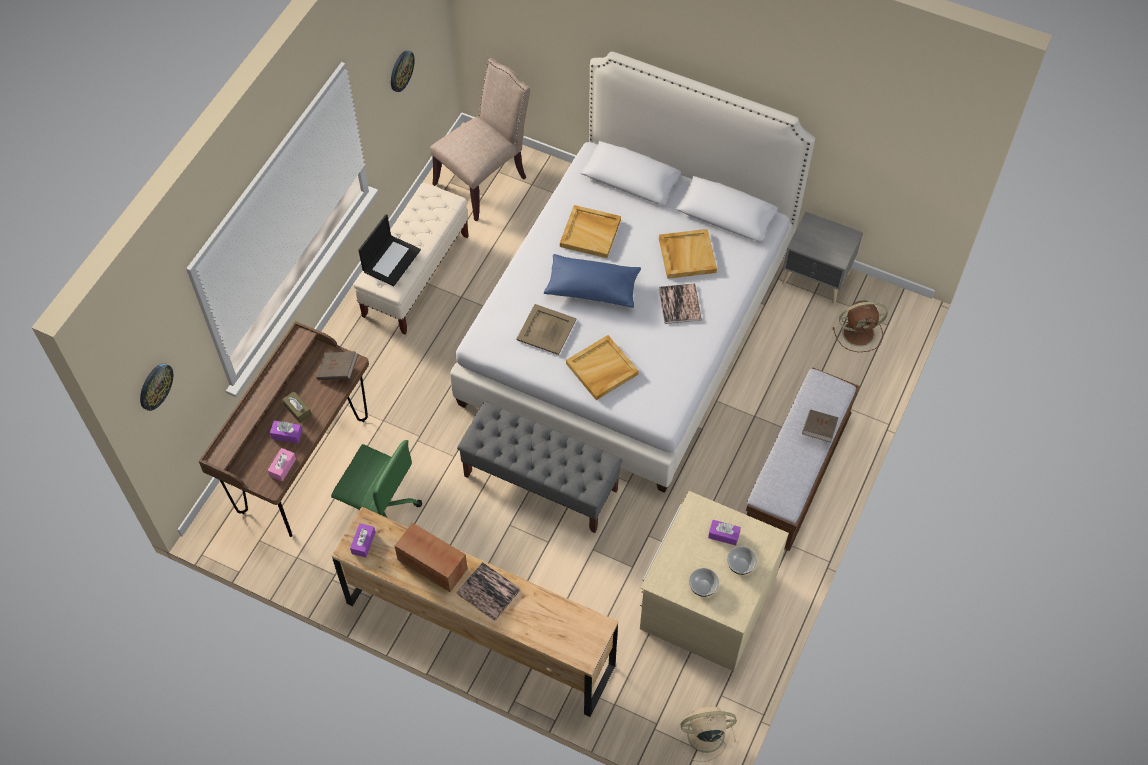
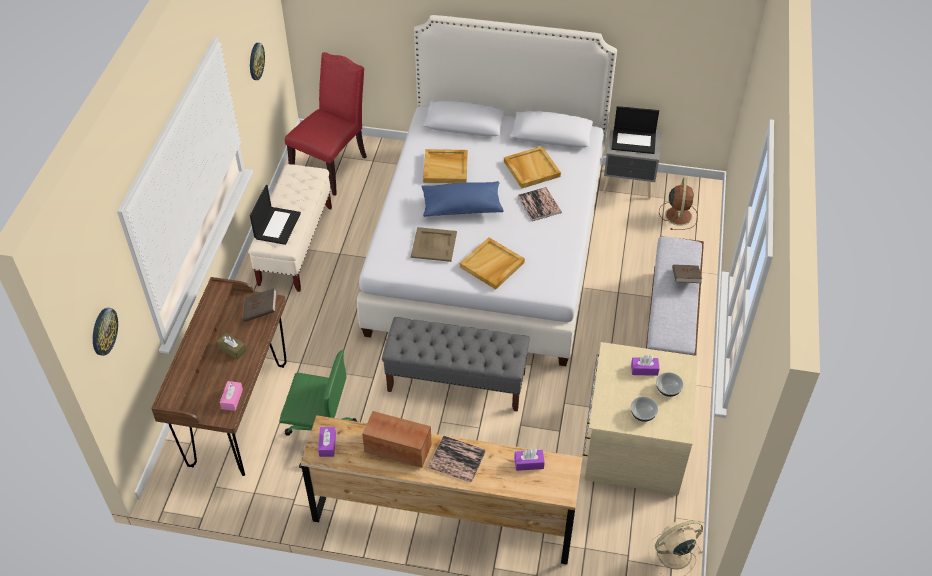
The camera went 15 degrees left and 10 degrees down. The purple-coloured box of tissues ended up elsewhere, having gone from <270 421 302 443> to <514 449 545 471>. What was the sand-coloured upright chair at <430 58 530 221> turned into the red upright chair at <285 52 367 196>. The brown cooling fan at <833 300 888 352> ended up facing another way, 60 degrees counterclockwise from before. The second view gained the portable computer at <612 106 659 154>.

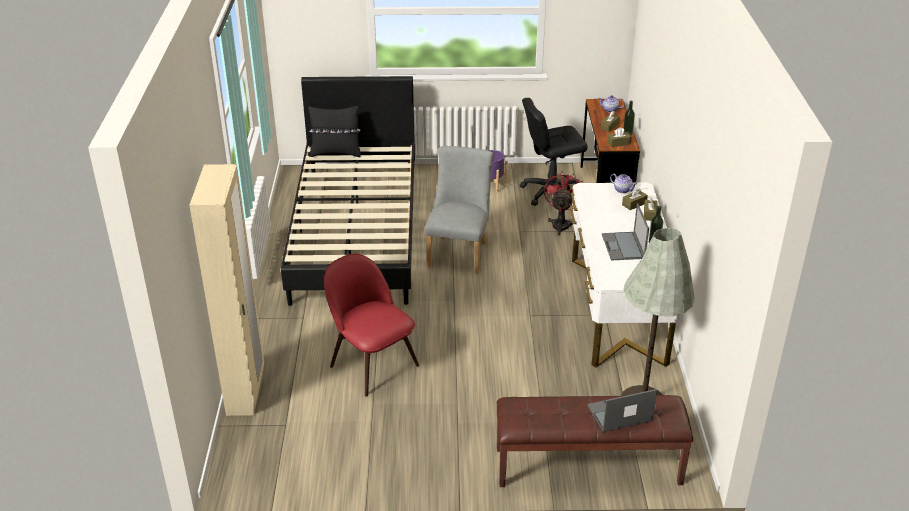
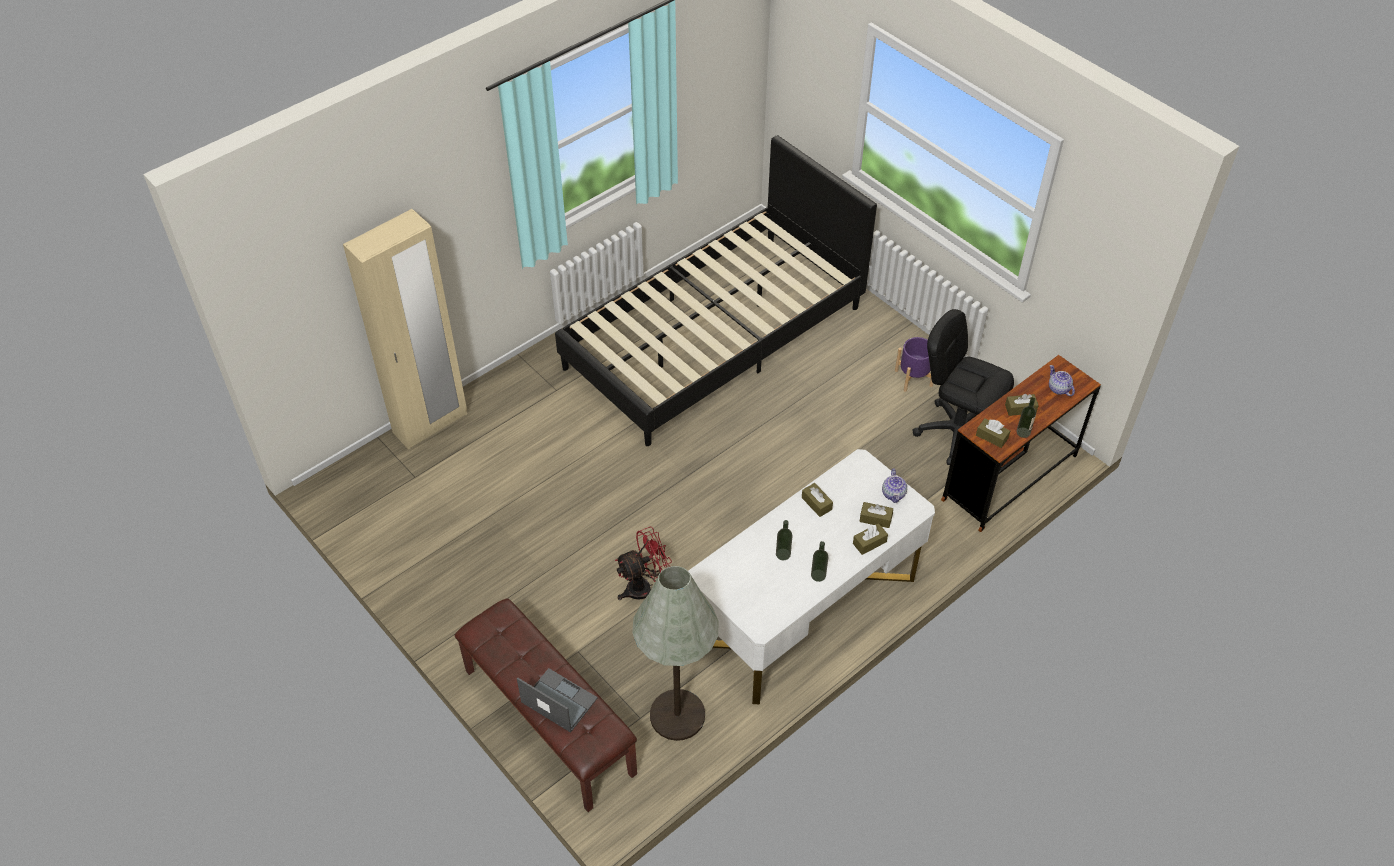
The camera went 50 degrees right and 15 degrees up. The second view lost the black-coloured cushion at <308 106 361 157>. The second view lost the red upright chair at <324 253 419 397>. The second view lost the gray upright chair at <425 146 493 273>. The red cooling fan ended up elsewhere, having gone from <544 171 583 236> to <615 526 672 600>. Where the portable computer stood at <602 203 649 261>, the bottle came to stand at <776 520 793 560>. The second view gained the brown box of tissues at <802 483 833 517>.

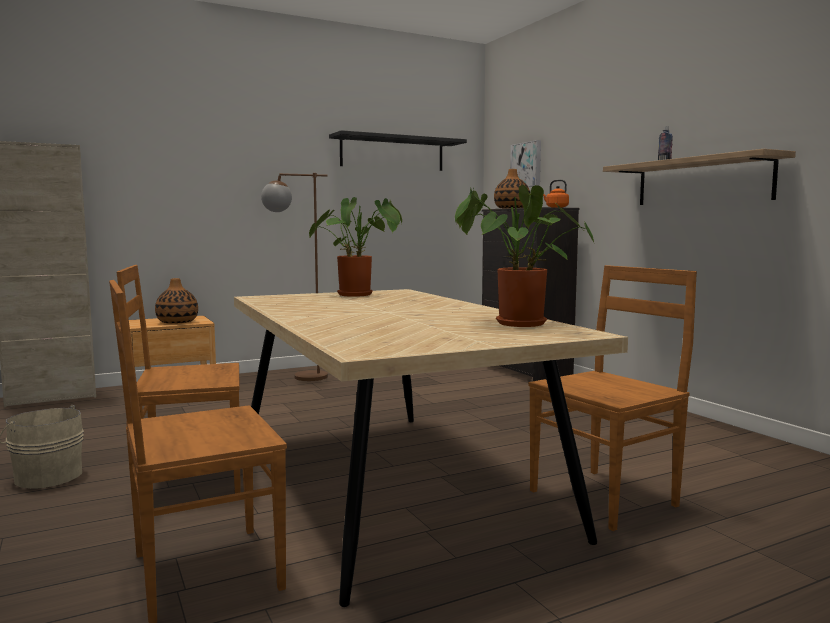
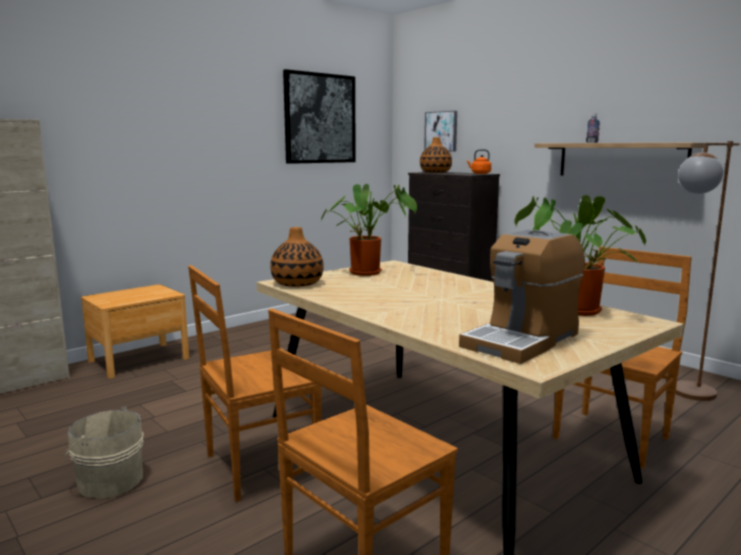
The camera went 15 degrees left and 5 degrees up. The vase ended up elsewhere, having gone from <155 278 198 324> to <270 227 324 287>. The brown floor lamp ended up elsewhere, having gone from <261 173 328 381> to <675 141 739 401>. Where the black-coloured bracket shelf hung at <329 130 467 171>, the wall art came to hang at <283 69 356 164>. The second view gained the coffee machine at <459 230 585 364>.

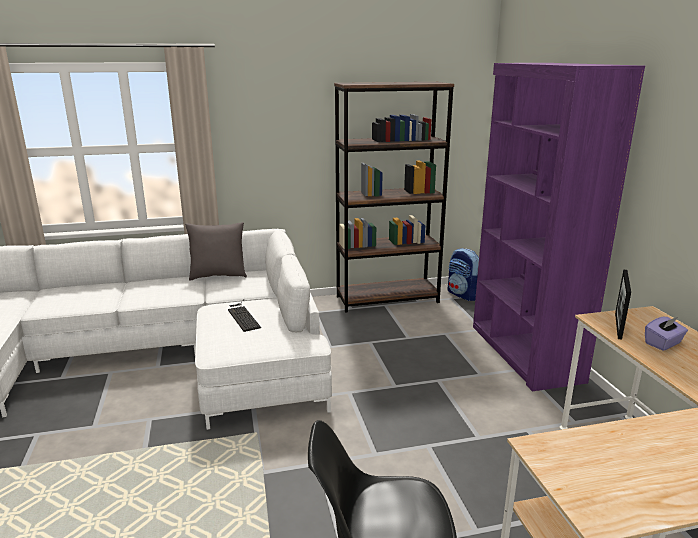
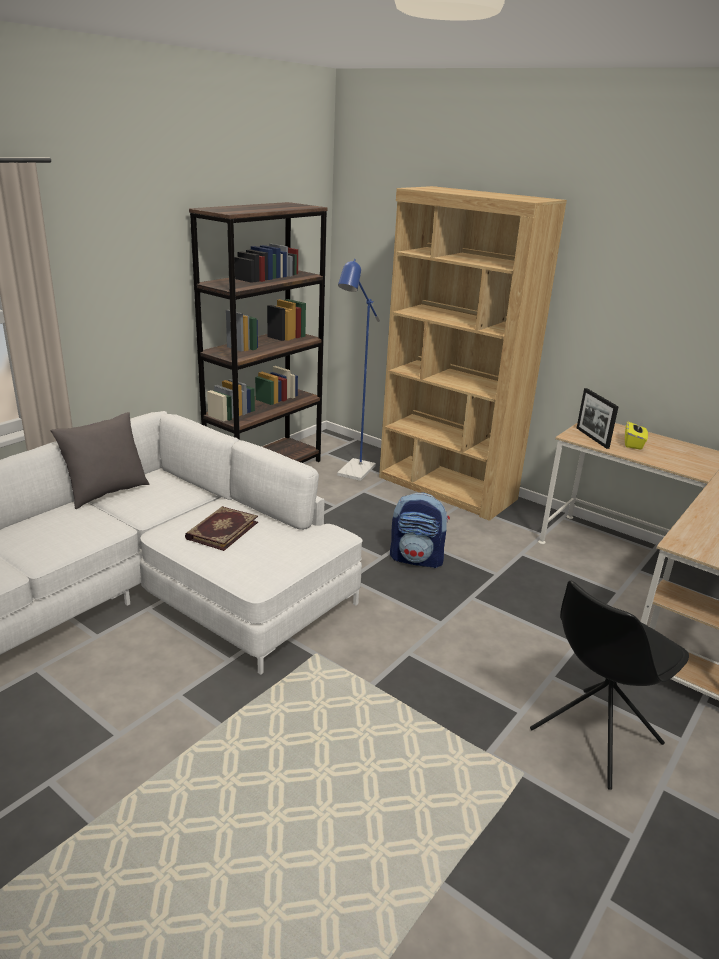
The camera went 40 degrees left and 5 degrees up. Where the computer keyboard stood at <228 299 261 332>, the volume came to stand at <185 506 258 551>. The knapsack ended up elsewhere, having gone from <447 248 479 301> to <390 492 450 568>. What was the purple-coloured bookcase at <473 63 645 392> turned into the brown bookcase at <379 186 567 521>. What was the purple-coloured box of tissues at <645 317 688 351> turned into the yellow box of tissues at <625 420 648 450>. The second view gained the bluish floor lamp at <337 259 380 481>.

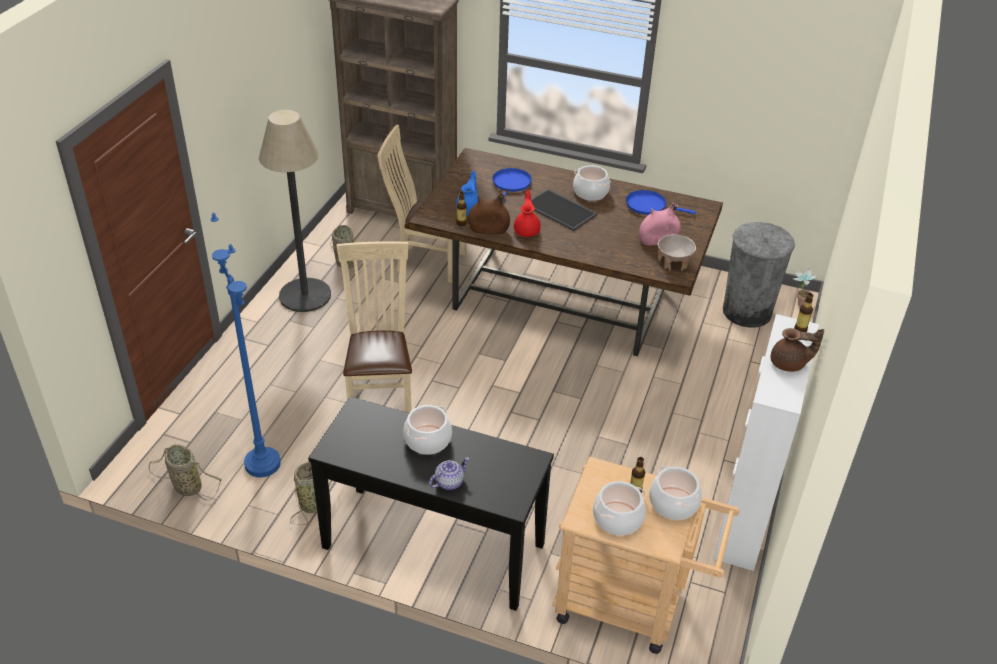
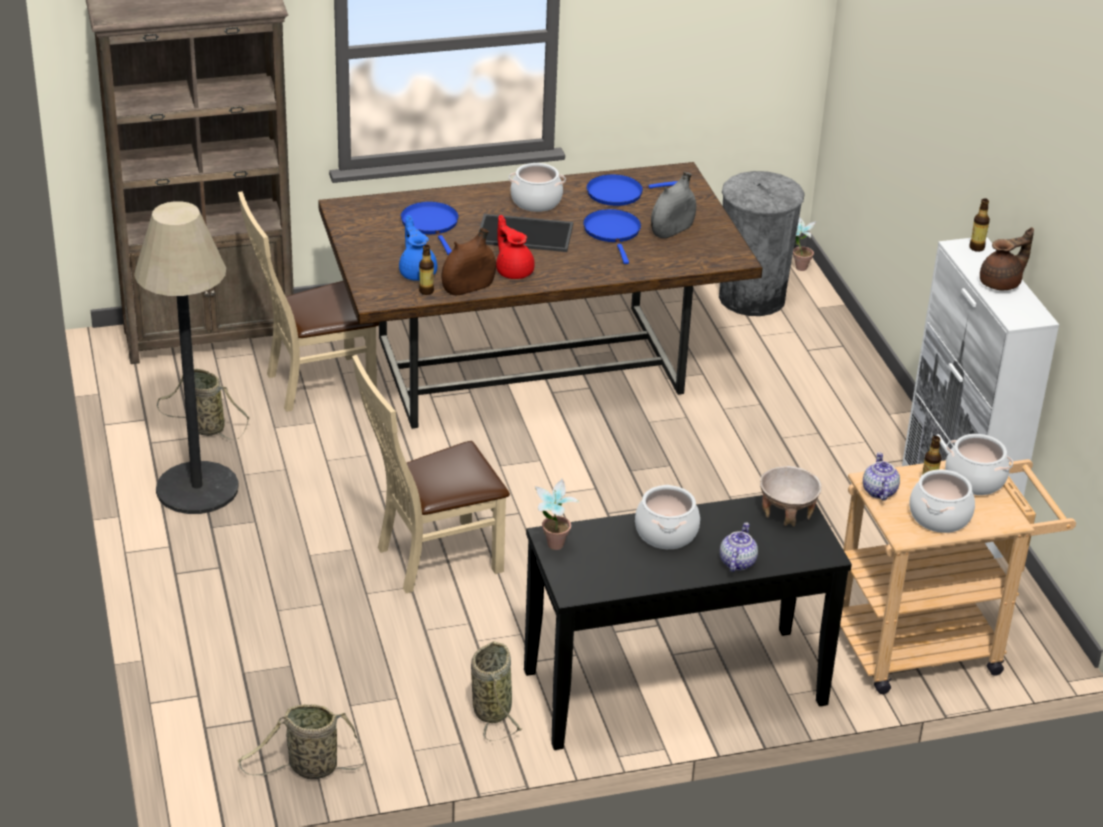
The camera went 35 degrees left and 5 degrees down. The second view lost the bluish floor lamp at <211 213 281 477>. The sand-coloured upright chair at <337 241 412 413> ended up facing another way, 75 degrees counterclockwise from before. What was the pinkish vase at <639 203 681 245> turned into the gray vase at <651 171 696 238>. The sand-coloured deep dish ended up elsewhere, having gone from <658 234 696 271> to <760 466 822 527>. The second view gained the potted plant at <535 479 579 550>. The second view gained the bluish skillet at <583 209 641 264>. The second view gained the teapot at <863 452 900 501>.

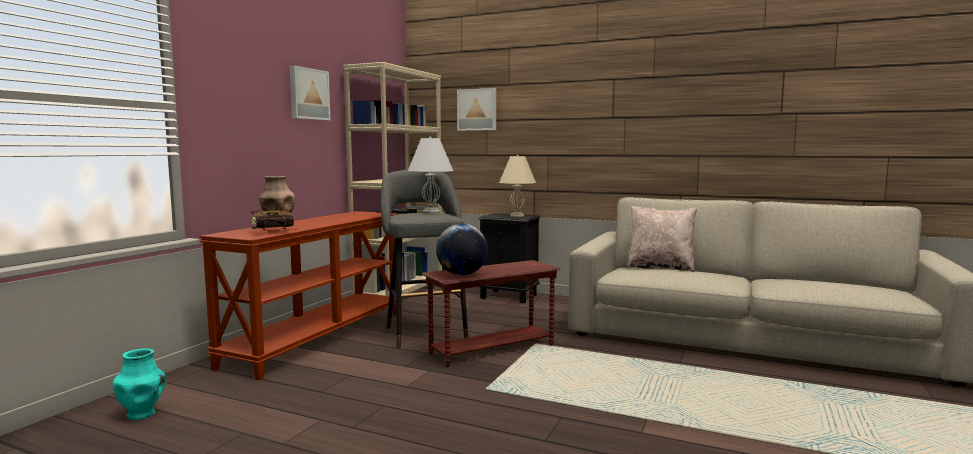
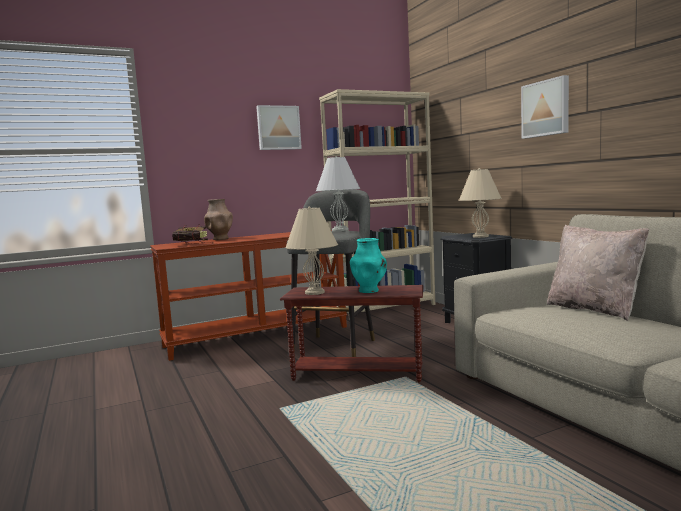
The camera went 40 degrees right and 0 degrees up. The turquoise vase ended up elsewhere, having gone from <113 348 165 420> to <350 238 387 293>. Where the world globe stood at <436 224 488 275>, the sand-coloured lamp for a table came to stand at <285 207 338 295>. The wall art ended up elsewhere, having gone from <457 88 496 131> to <521 75 569 139>.

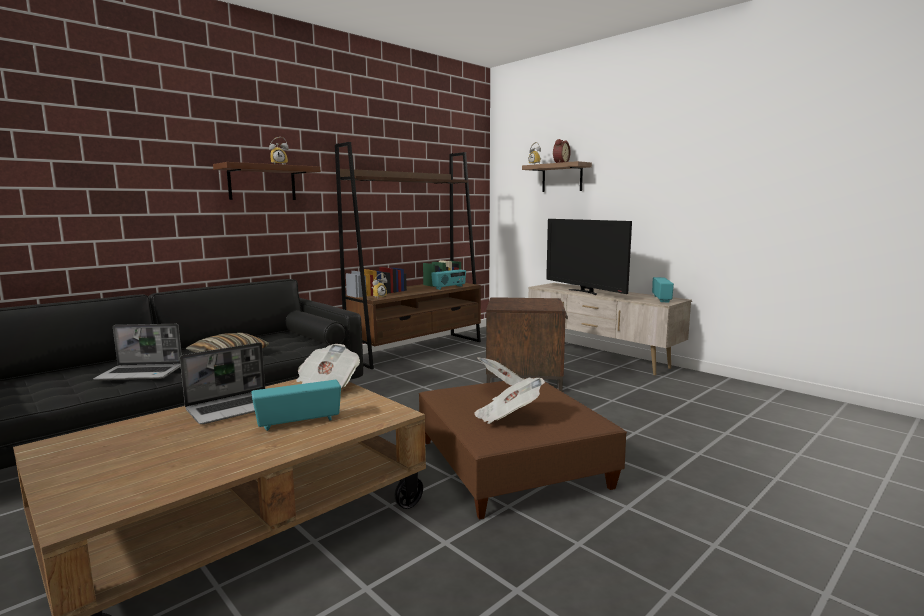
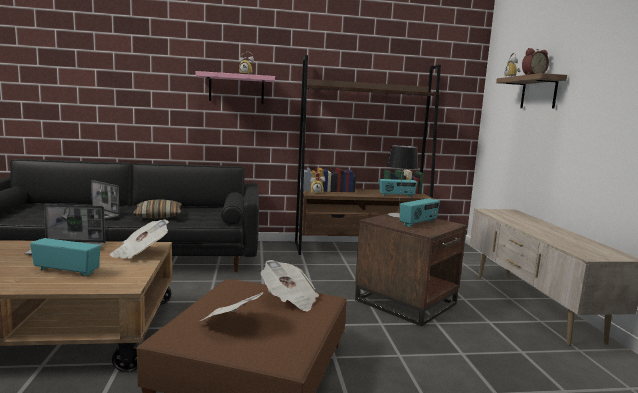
The camera went 35 degrees right and 0 degrees up. What was the brown bracket shelf at <213 162 321 200> turned into the pinkish bracket shelf at <195 71 275 104>. The second view lost the TV set at <546 219 632 295>. The radio set ended up elsewhere, having gone from <652 277 674 303> to <400 198 440 227>. The second view gained the lamp for a table at <387 145 418 218>.

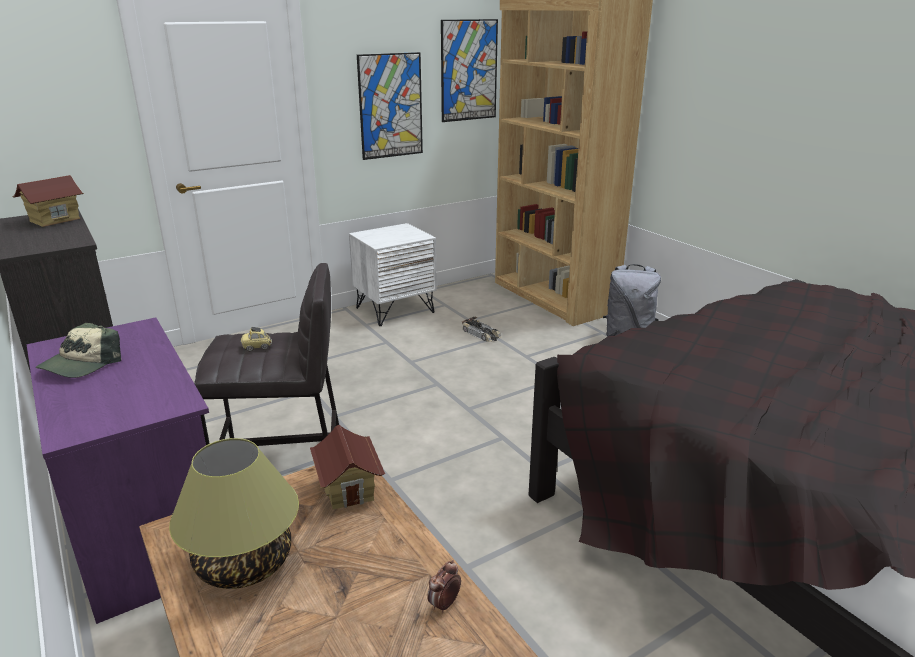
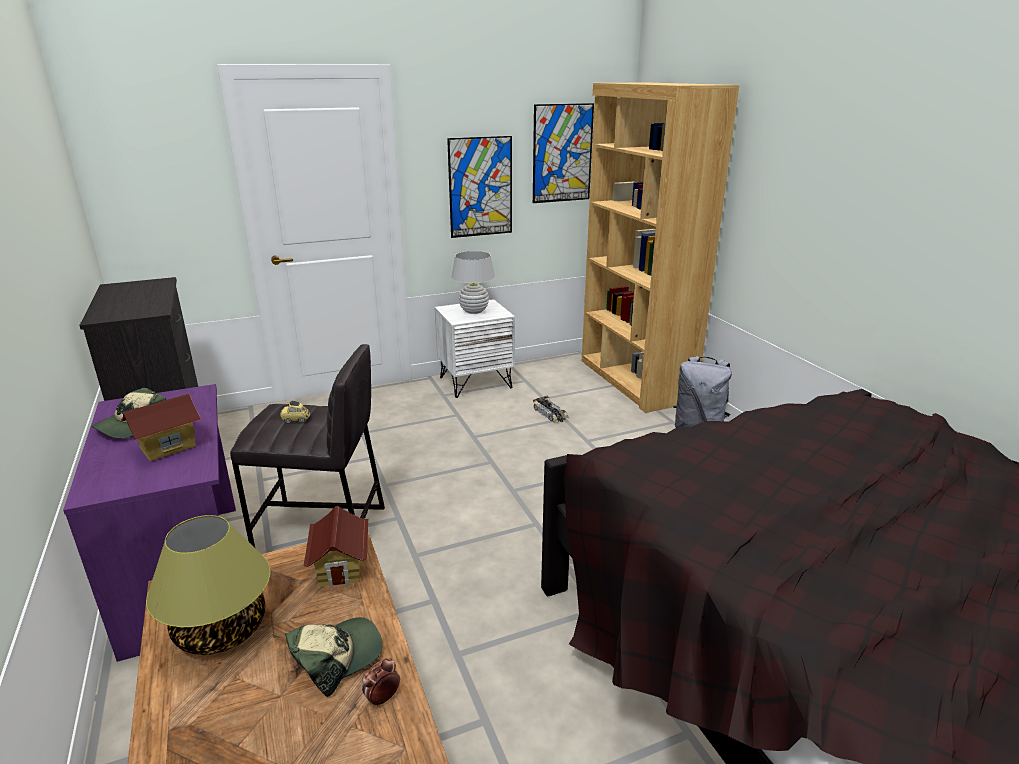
The camera went 10 degrees right and 0 degrees up. The miniature house ended up elsewhere, having gone from <13 175 84 227> to <121 394 201 462>. The second view gained the cap at <285 617 382 697>. The second view gained the white lamp for a table at <451 251 495 314>.

